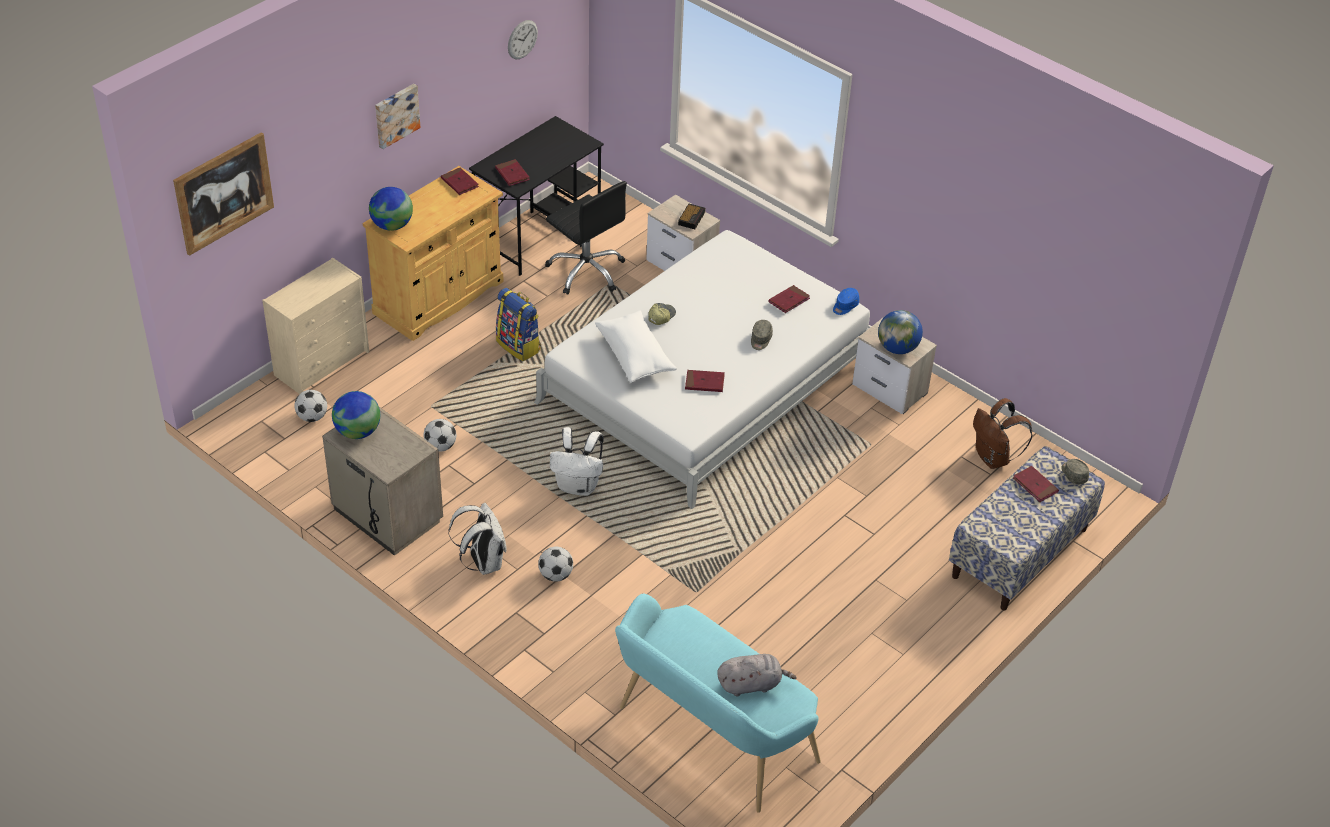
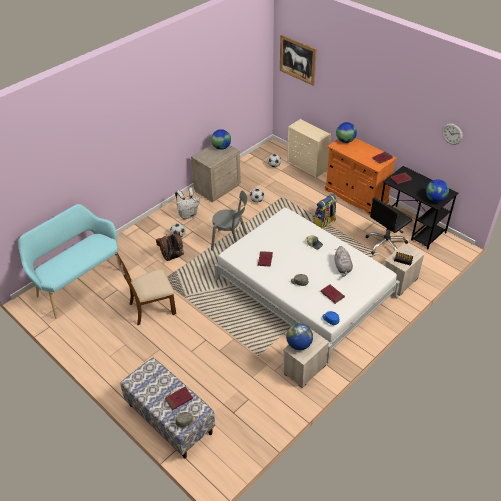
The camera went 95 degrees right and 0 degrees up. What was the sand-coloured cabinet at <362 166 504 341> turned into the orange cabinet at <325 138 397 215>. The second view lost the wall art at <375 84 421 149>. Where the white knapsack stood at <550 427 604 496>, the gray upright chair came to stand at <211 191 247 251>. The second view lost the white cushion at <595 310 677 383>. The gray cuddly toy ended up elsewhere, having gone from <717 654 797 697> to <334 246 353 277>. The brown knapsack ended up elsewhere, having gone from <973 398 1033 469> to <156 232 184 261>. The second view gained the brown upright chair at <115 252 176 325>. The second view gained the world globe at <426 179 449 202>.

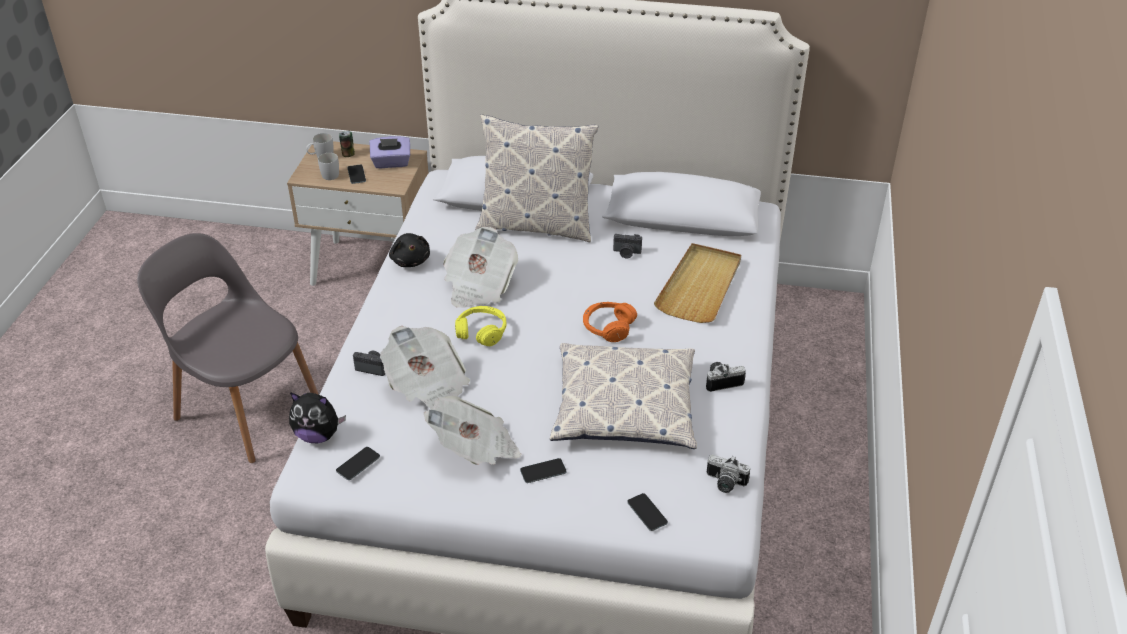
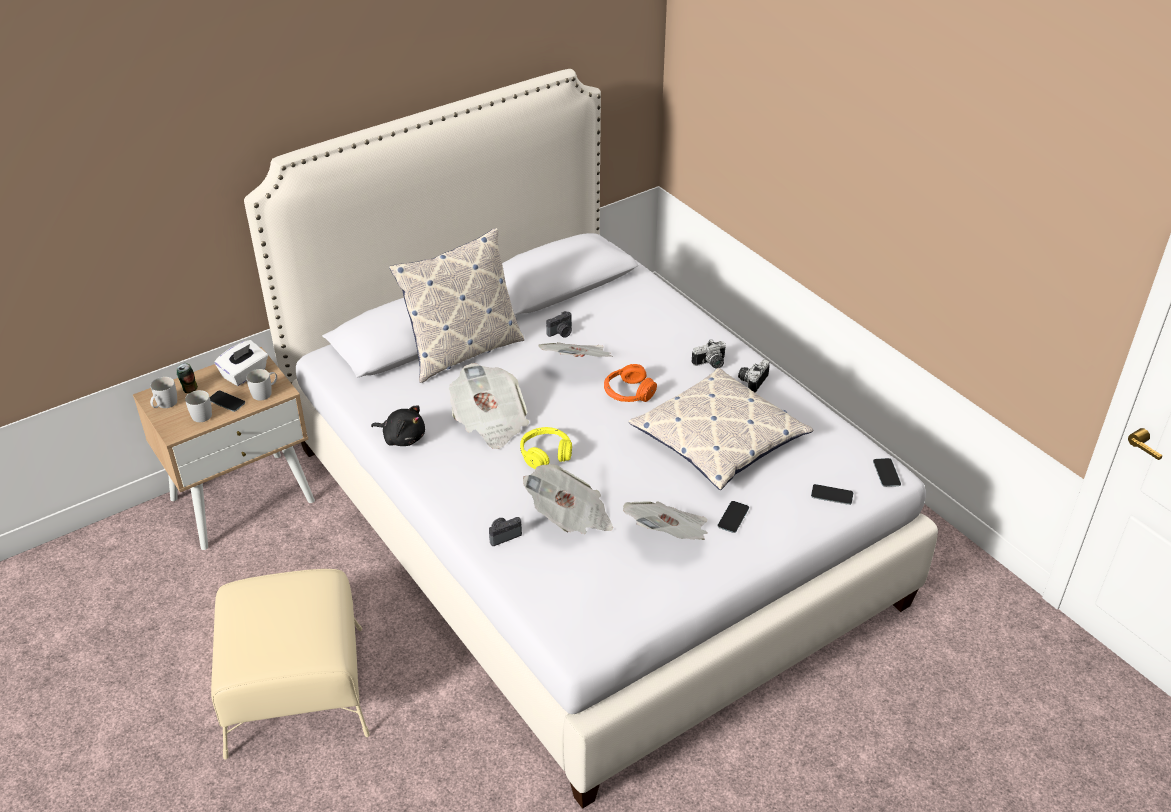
The camera went 45 degrees left and 0 degrees up. Where the gray upright chair stood at <137 233 319 463>, the sand-coloured footrest came to stand at <211 569 370 760>. The second view lost the cuddly toy at <289 392 346 443>. The handset ended up elsewhere, having gone from <336 447 380 480> to <873 458 901 487>. What was the purple-coloured box of tissues at <369 136 410 168> turned into the white box of tissues at <215 340 268 386>. The second view lost the sand-coloured carrying tray at <654 243 741 323>. The photo camera ended up elsewhere, having gone from <707 455 750 493> to <692 339 726 369>. The second view gained the white tea mug at <246 369 277 400>. The second view gained the printed paper at <538 342 613 357>.

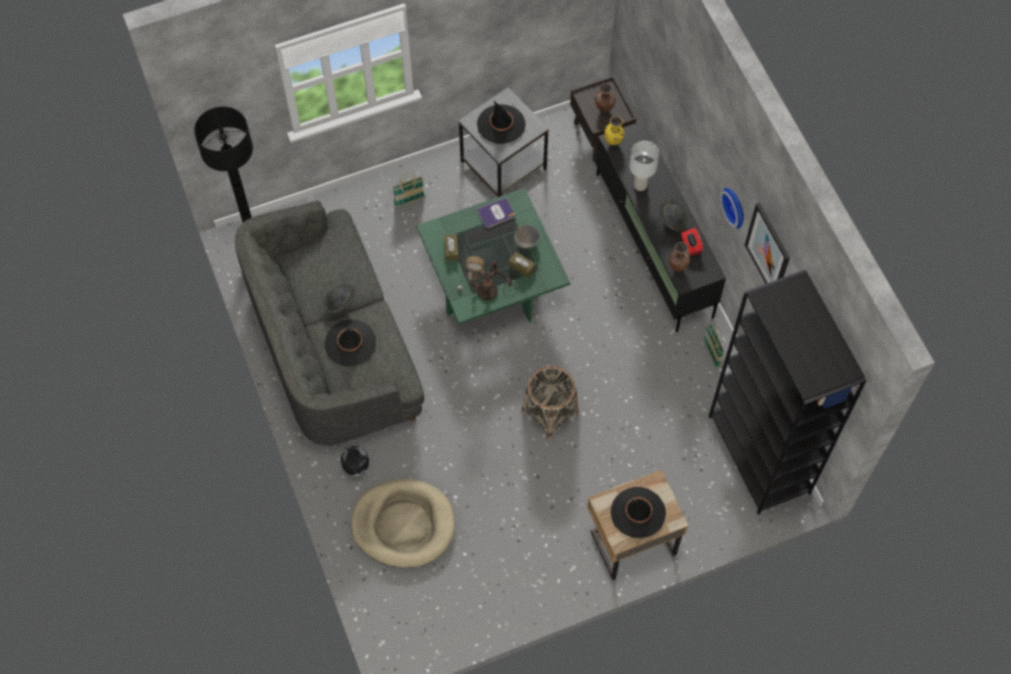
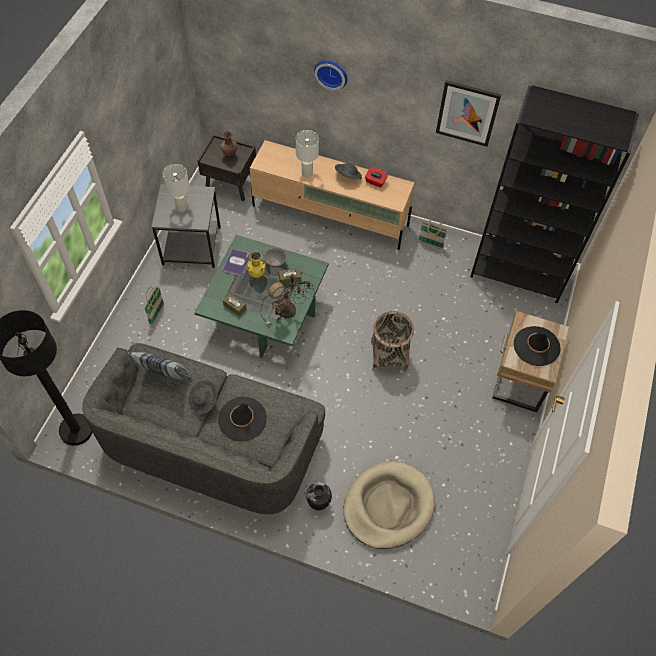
The camera went 50 degrees left and 5 degrees down. Where the black-coloured hat stood at <477 100 525 144>, the white lamp for a table came to stand at <163 164 190 212>. What was the black-coloured media console at <596 121 726 332> turned into the sand-coloured media console at <250 140 415 250>. The yellow vase ended up elsewhere, having gone from <604 116 624 146> to <247 251 265 280>. The second view lost the brown vase at <669 242 690 272>. The hanging clock ended up elsewhere, having gone from <720 188 744 229> to <314 60 347 91>. The second view gained the cushion at <128 352 193 380>.

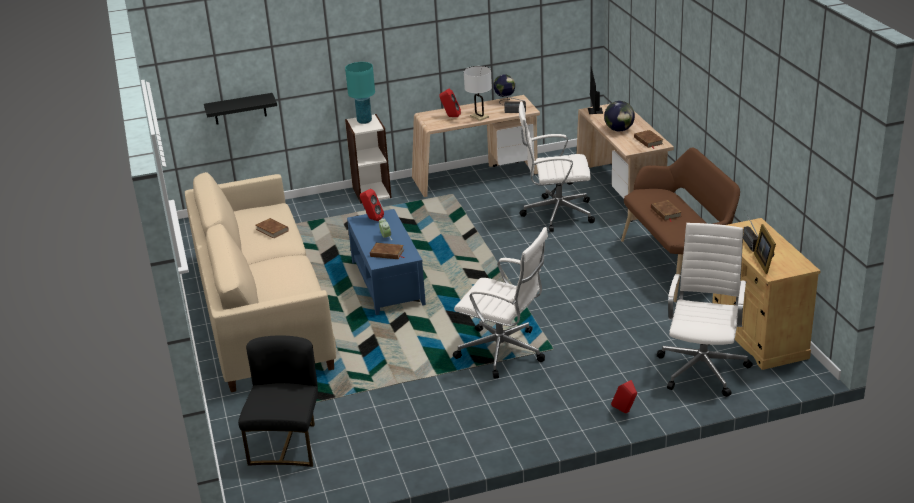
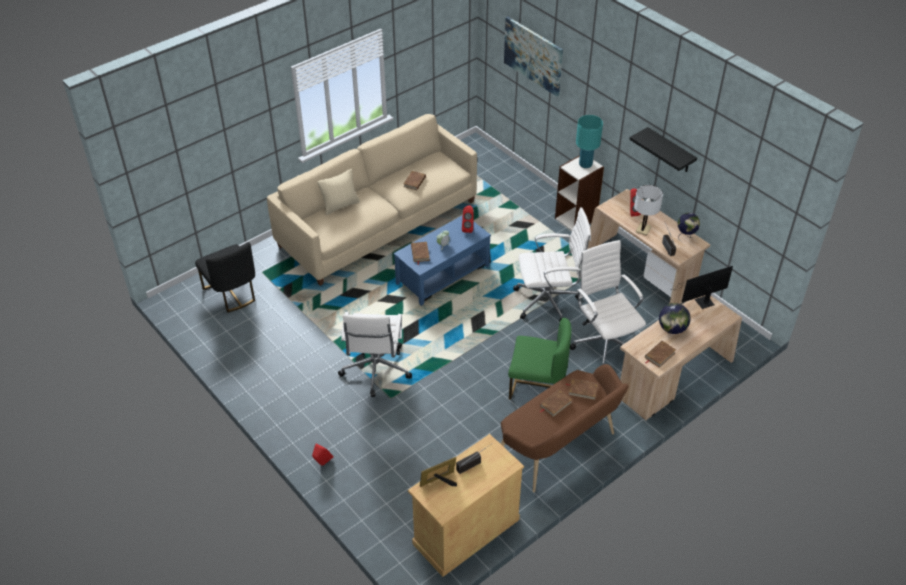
The camera went 65 degrees right and 15 degrees up. The black-coloured bracket shelf ended up elsewhere, having gone from <204 93 277 124> to <630 127 697 172>. The black-coloured upright chair at <238 336 318 467> ended up facing another way, 75 degrees clockwise from before. The white desk chair ended up elsewhere, having gone from <657 223 753 397> to <513 207 591 322>. The second view gained the sand-coloured cushion at <317 169 360 215>. The second view gained the wall art at <504 17 563 96>. The second view gained the green-coloured upright chair at <508 318 572 400>. The second view gained the brown volume at <565 379 598 400>.

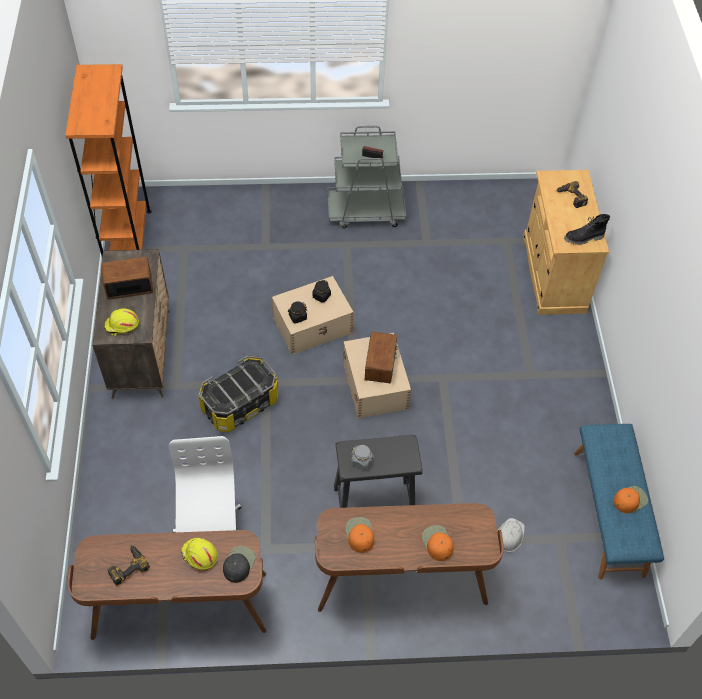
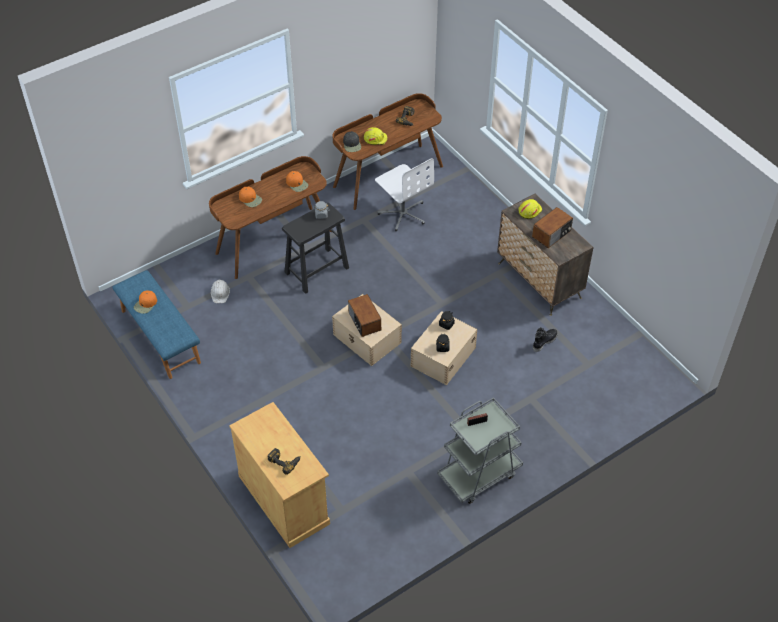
The camera went 150 degrees right and 5 degrees down. The second view lost the orange bookcase at <65 64 152 257>. The second view lost the storage container at <198 356 279 432>. The black-coloured boot ended up elsewhere, having gone from <564 214 610 245> to <533 327 558 352>.

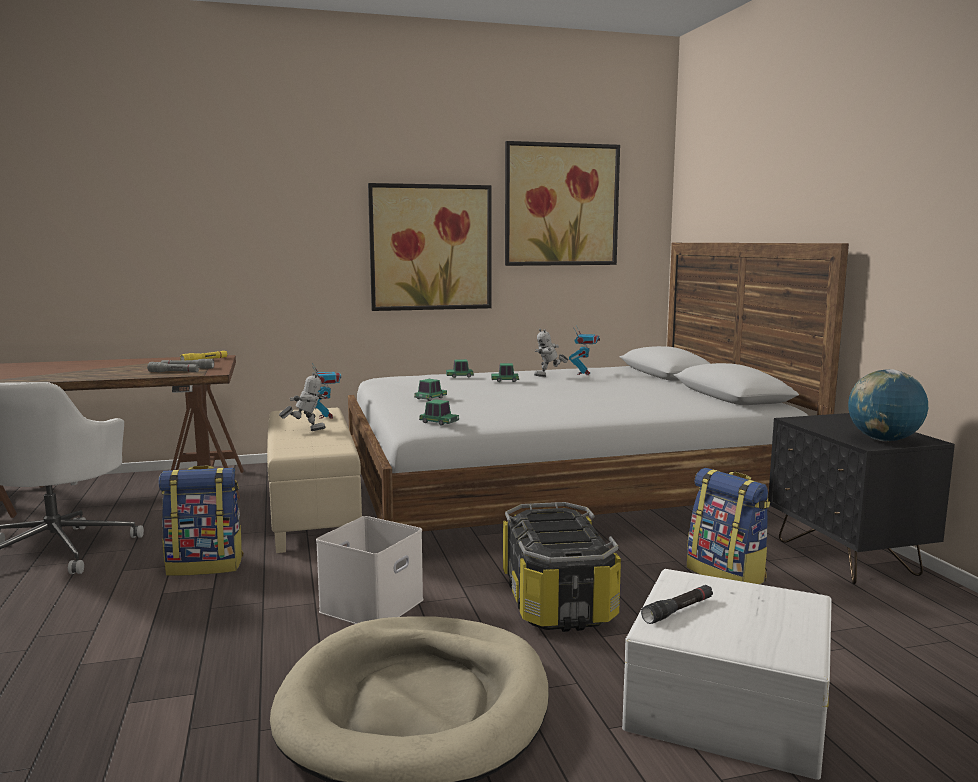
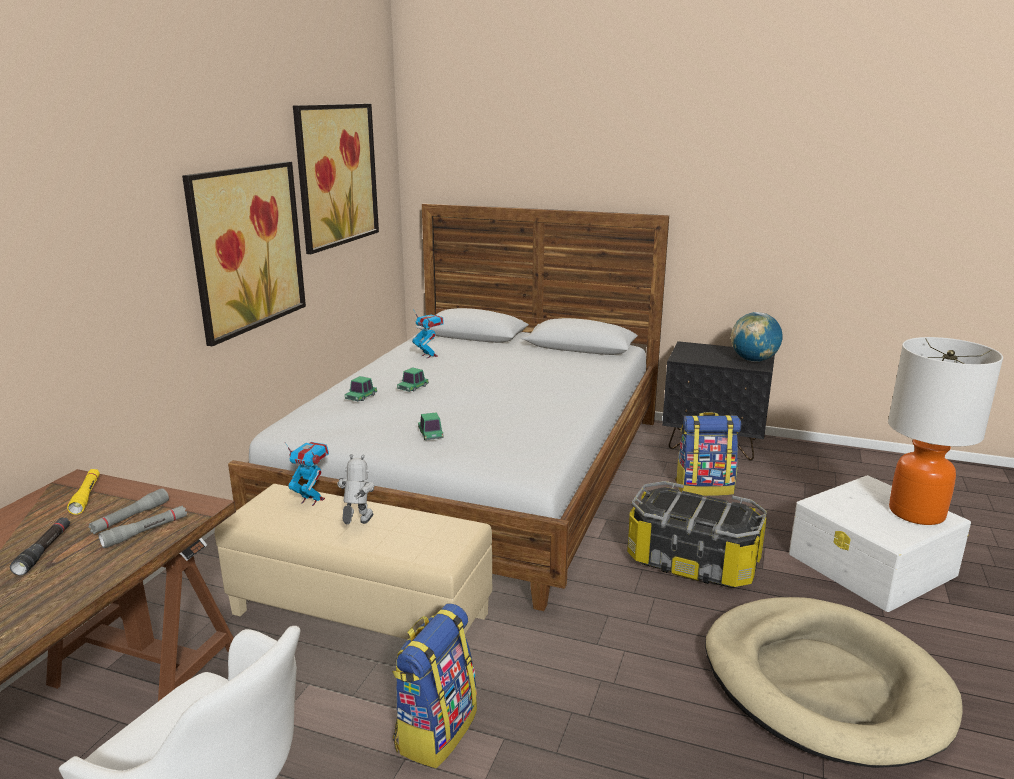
The camera went 55 degrees left and 10 degrees up. The second view lost the white storage container at <316 516 424 624>. The second view lost the miniature car at <419 399 459 426>. The second view lost the robot figure at <534 329 569 377>. The black-coloured torch ended up elsewhere, having gone from <641 585 713 624> to <10 518 70 576>. The second view gained the lamp for a table at <888 337 1003 525>.

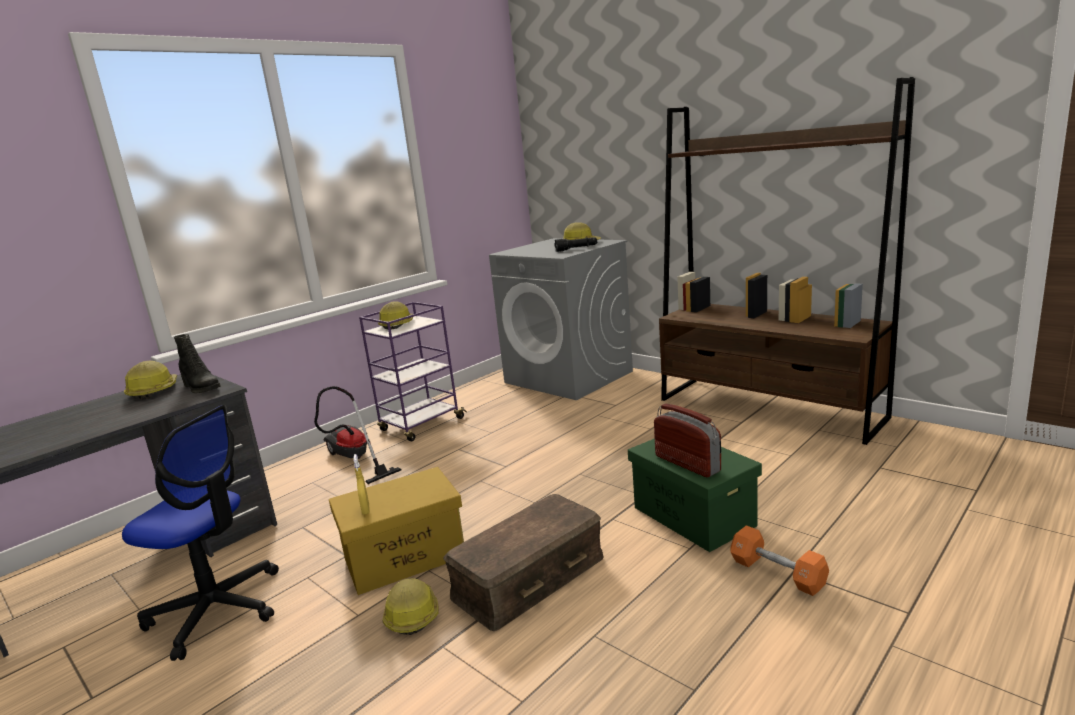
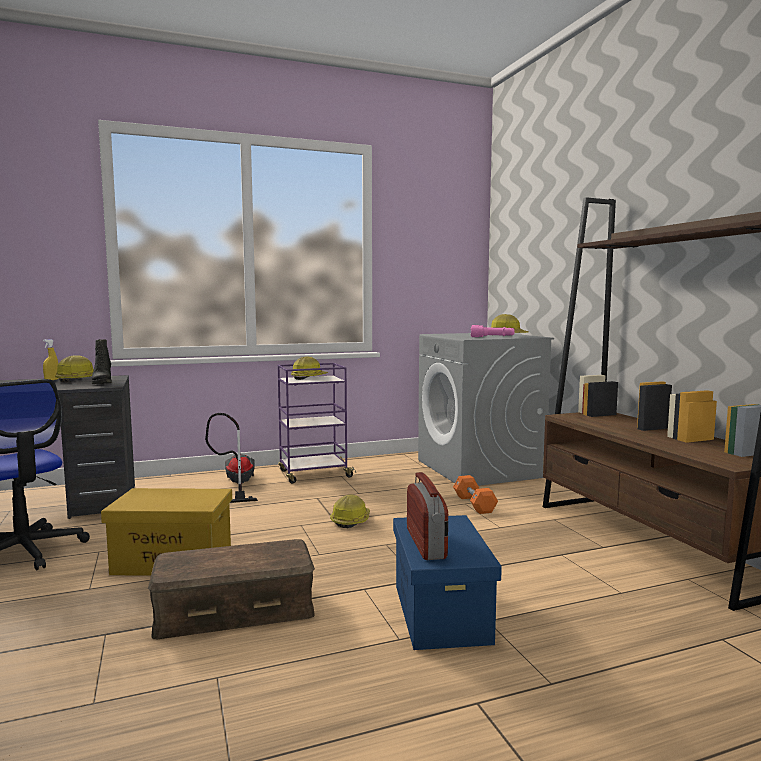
The camera went 25 degrees right and 10 degrees down. The yellow sprayer ended up elsewhere, having gone from <353 454 370 515> to <43 339 59 380>. The hard hat ended up elsewhere, having gone from <382 578 438 635> to <330 494 370 528>. What was the black-coloured torch at <554 237 597 252> turned into the pinkish torch at <471 325 515 337>. What was the green-coloured storage container at <628 438 762 552> turned into the bluish storage container at <393 515 502 650>. The orange dumbbell ended up elsewhere, having gone from <730 525 829 596> to <453 475 498 514>.

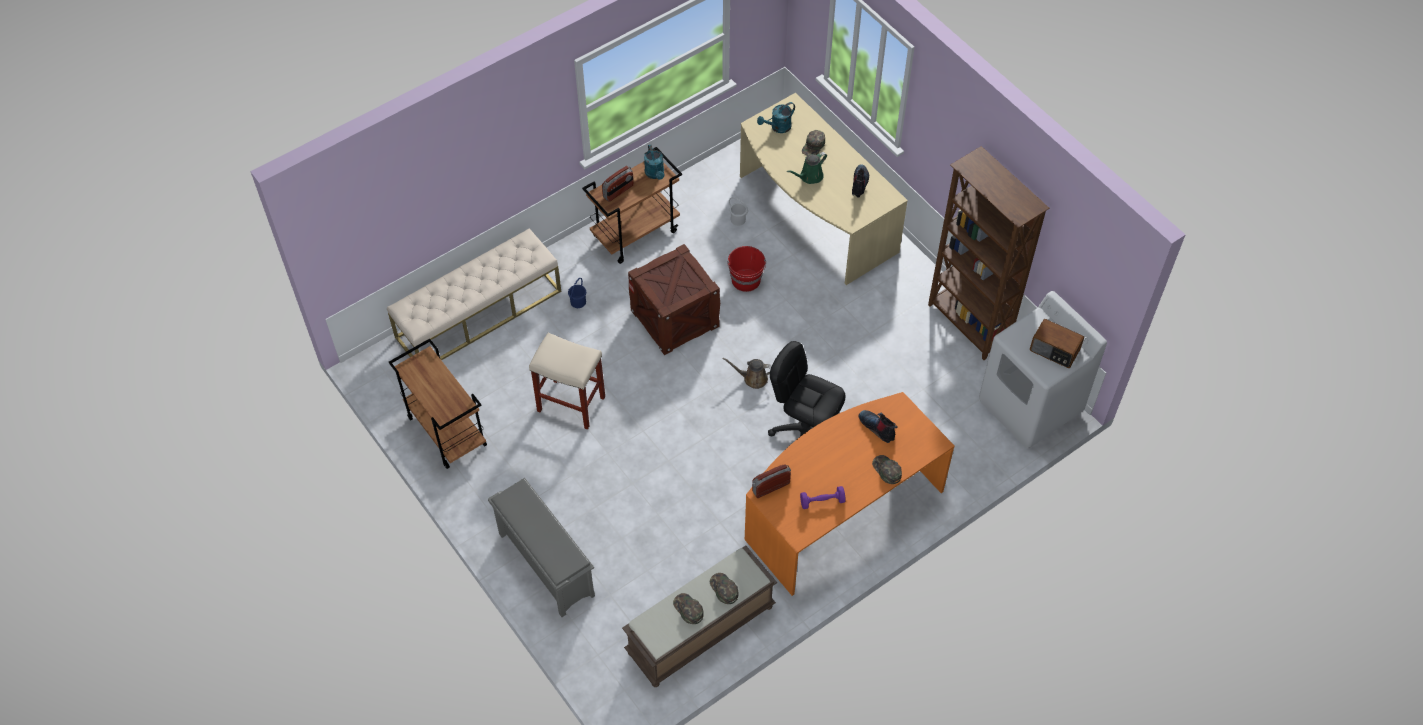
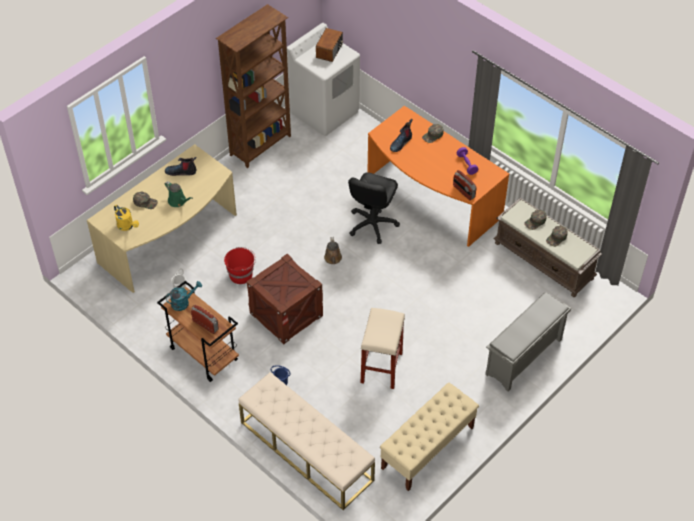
The camera went 100 degrees left and 5 degrees down. Where the brown wheeled cart stood at <389 338 487 469>, the sand-coloured long seat came to stand at <380 382 479 491>. What was the turquoise sprinkling can at <757 102 795 133> turned into the yellow sprinkling can at <114 205 139 231>.

